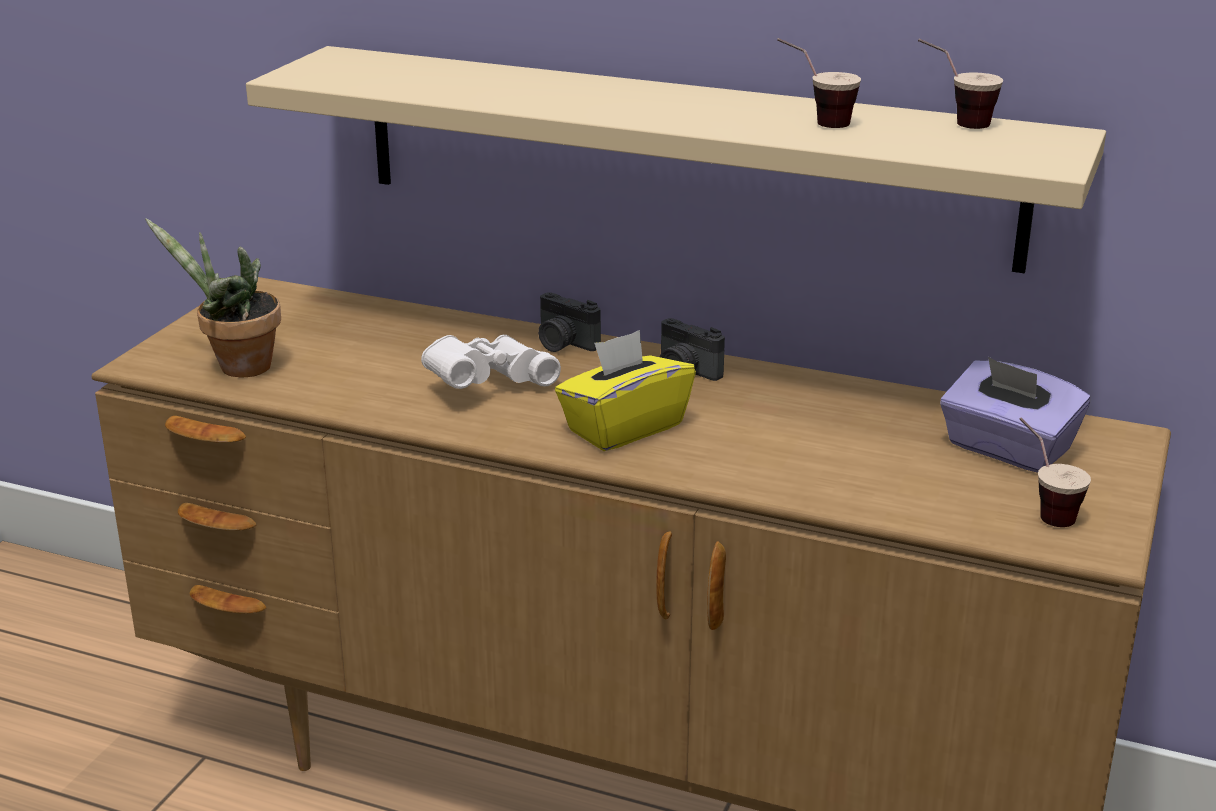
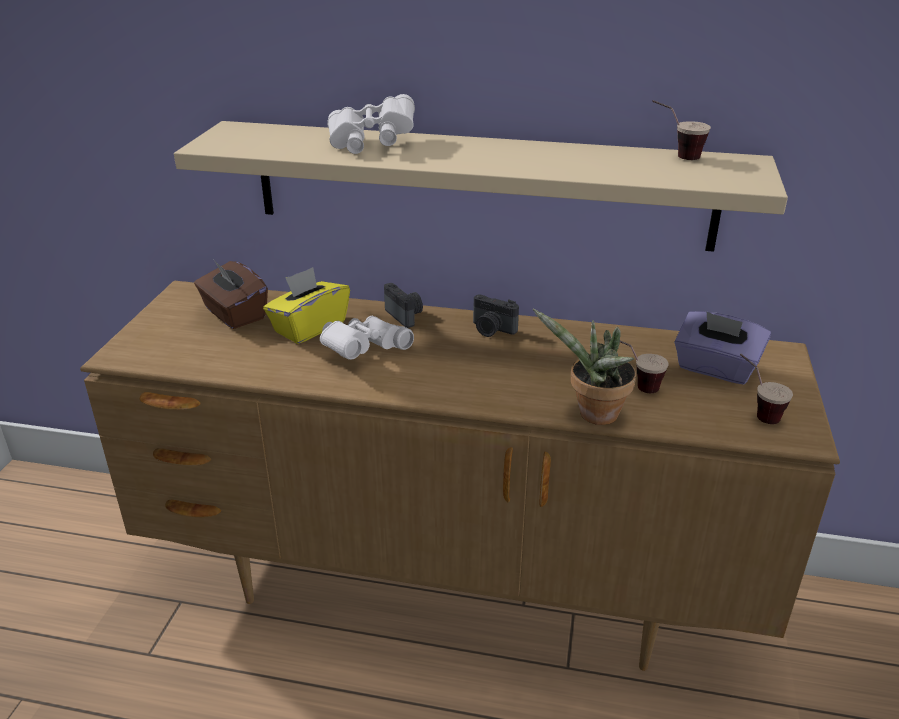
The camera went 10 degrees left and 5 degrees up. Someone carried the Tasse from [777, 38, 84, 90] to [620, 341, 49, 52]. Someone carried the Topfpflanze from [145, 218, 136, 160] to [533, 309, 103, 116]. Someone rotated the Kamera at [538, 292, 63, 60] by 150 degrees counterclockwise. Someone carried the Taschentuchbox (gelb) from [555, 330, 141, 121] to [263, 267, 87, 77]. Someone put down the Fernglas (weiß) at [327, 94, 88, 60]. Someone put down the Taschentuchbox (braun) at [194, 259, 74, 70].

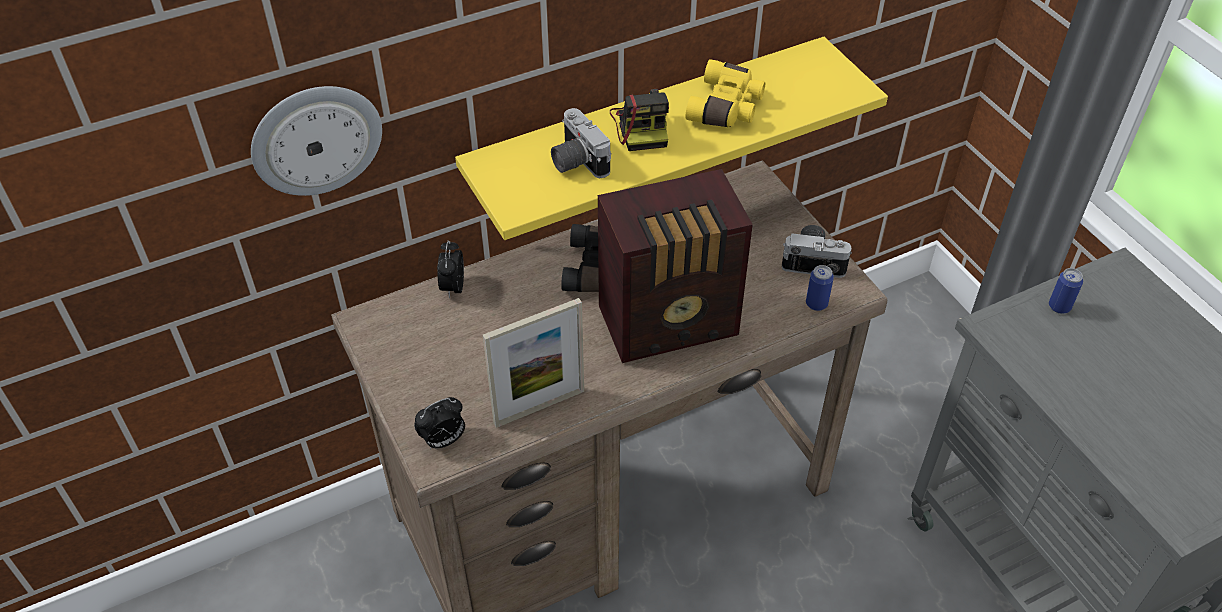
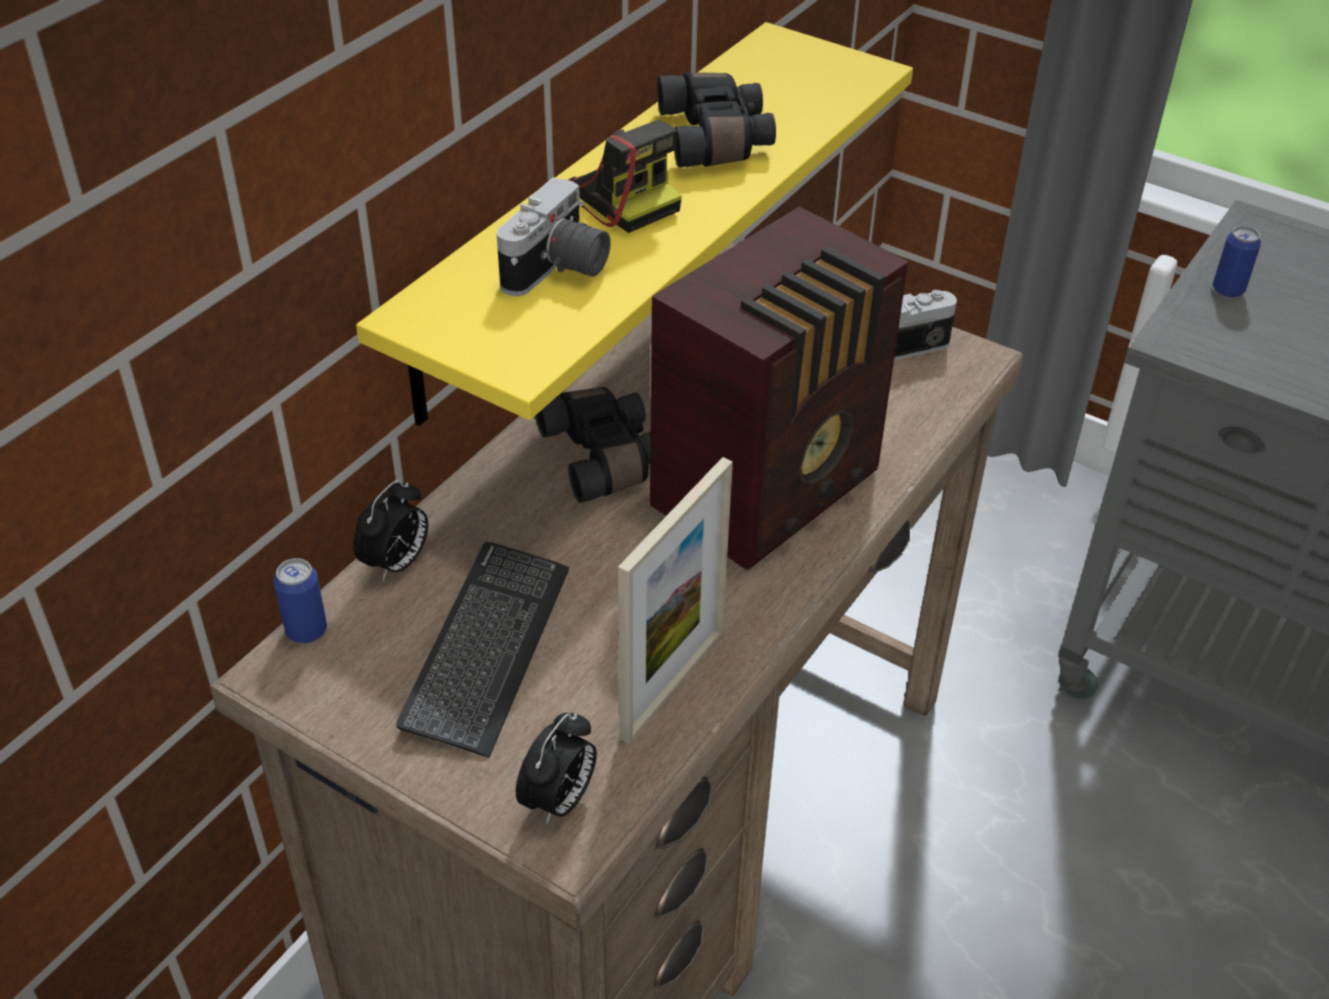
The camera went 30 degrees left and 5 degrees down. Someone repainted the Fernglas (gelb) at [685, 59, 80, 68], which became the Fernglas (schwarz) at [657, 72, 119, 95]. Someone took away the Wanduhr at [251, 86, 131, 110]. Someone rotated the Kamera at [551, 108, 60, 70] by 90 degrees counterclockwise. Someone rotated the Wecker at [437, 241, 27, 58] by 120 degrees counterclockwise. Someone carried the Dose from [806, 265, 28, 46] to [274, 558, 53, 86]. Someone put down the Tastatur at [396, 542, 173, 216].

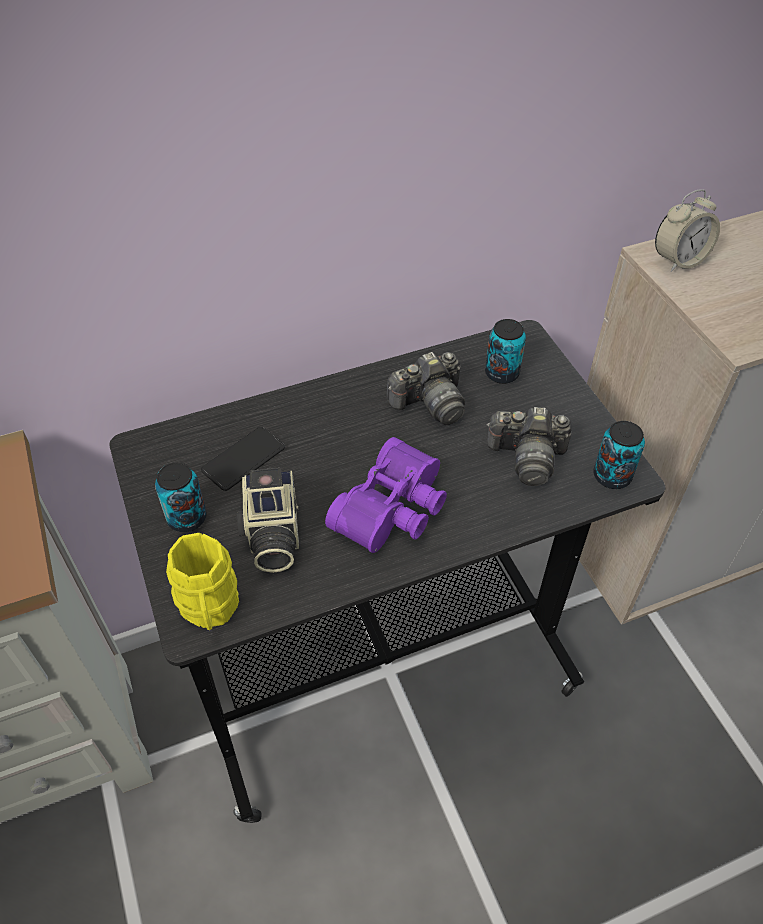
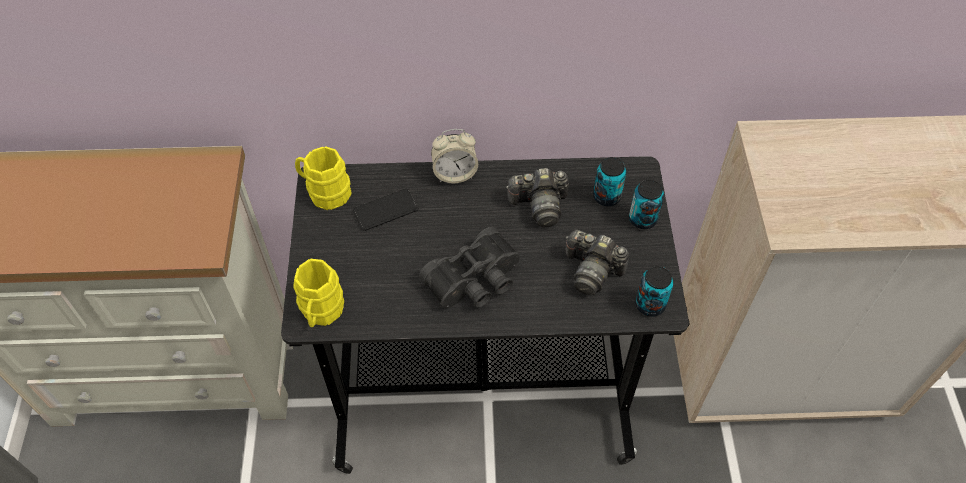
The camera went 20 degrees right and 5 degrees up. Someone carried the Wecker from [655, 189, 65, 83] to [431, 129, 47, 54]. Someone repainted the Fernglas (lila) at [325, 437, 122, 116], which became the Fernglas (schwarz) at [419, 227, 101, 81]. Someone carried the Dose from [155, 462, 52, 70] to [629, 180, 35, 49]. Someone took away the Kamera at [237, 468, 62, 105]. Someone put down the Henkelbecher (gelb) at [295, 147, 57, 63].

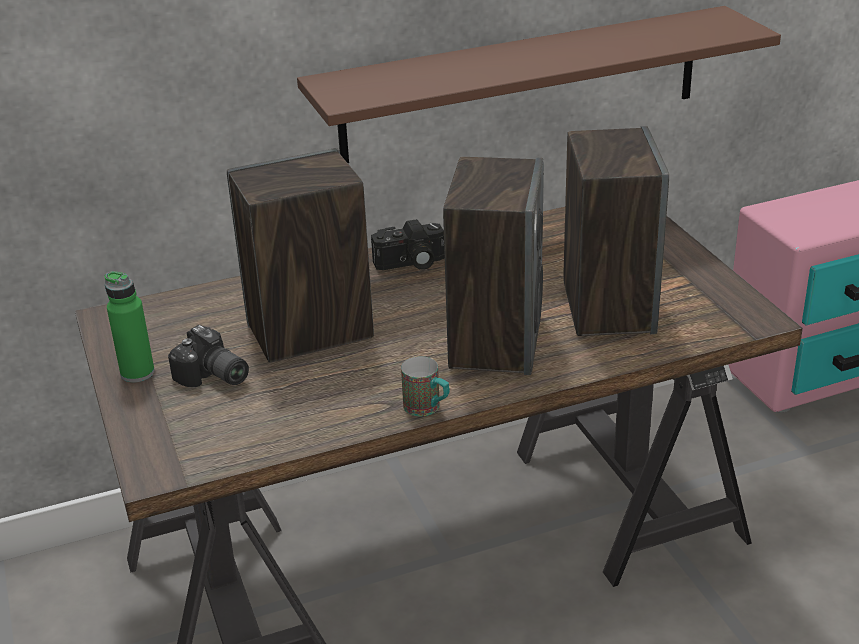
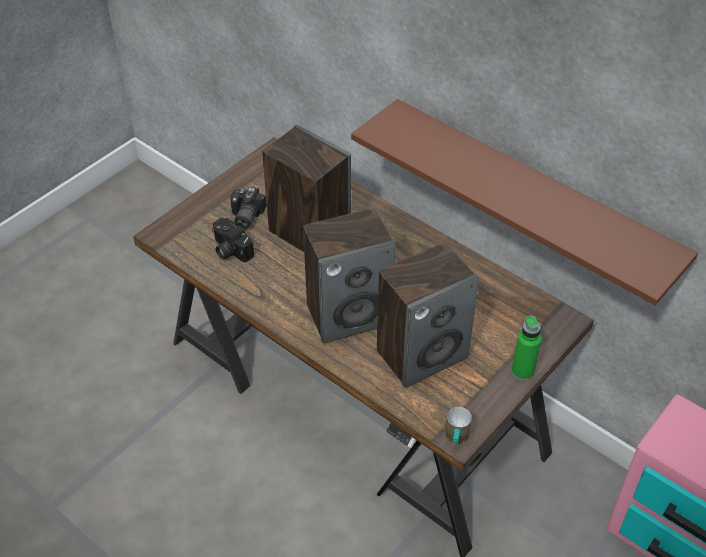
The camera went 60 degrees right and 15 degrees up. Someone carried the Kamera from [371, 219, 74, 51] to [212, 218, 42, 44]. Someone carried the Flasche (grün) from [104, 271, 51, 111] to [512, 316, 29, 64]. Someone carried the Henkelbecher from [401, 356, 49, 60] to [445, 407, 27, 38].

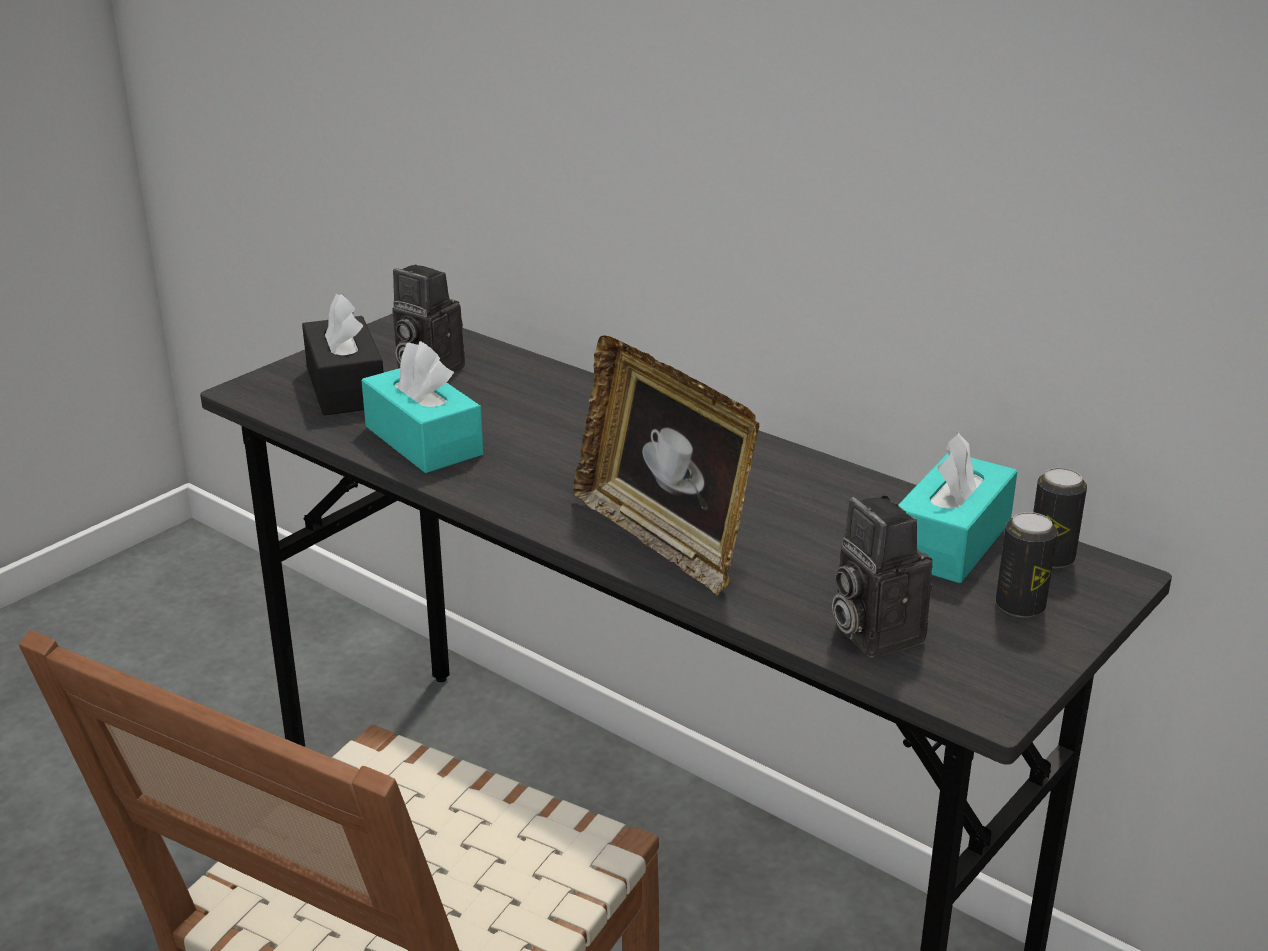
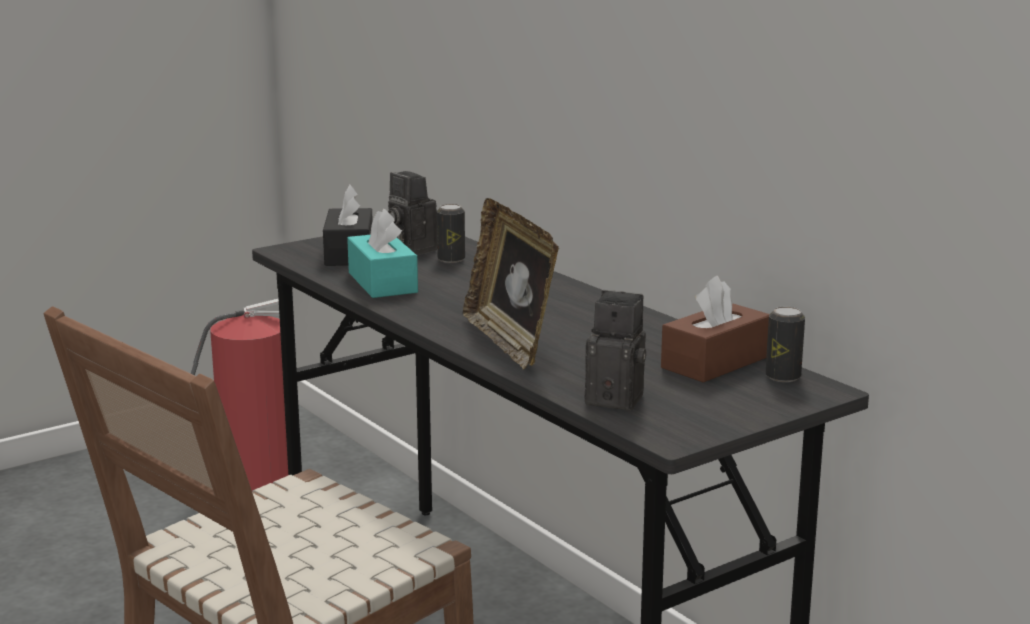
The camera went 15 degrees right and 10 degrees down. Someone repainted the Taschentuchbox (türkis) at [898, 432, 120, 151], which became the Taschentuchbox (braun) at [661, 276, 108, 106]. Someone rotated the Kamera at [832, 495, 100, 163] by 120 degrees clockwise. Someone carried the Dose from [996, 512, 61, 106] to [437, 204, 28, 59]. Someone put down the Feuerlöscher at [191, 299, 97, 192].

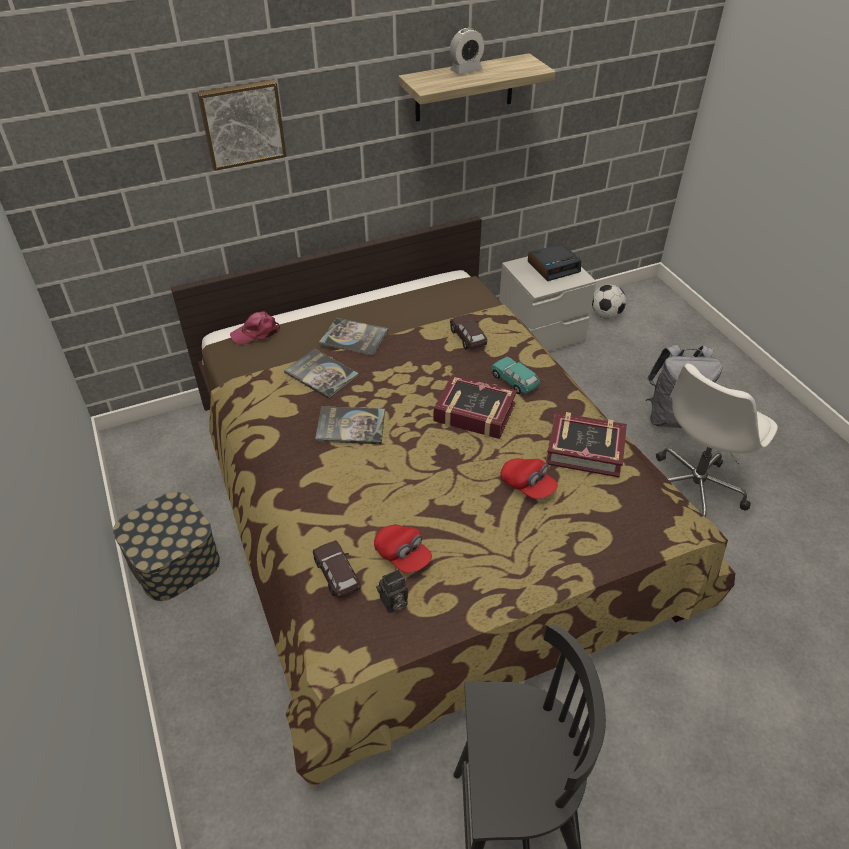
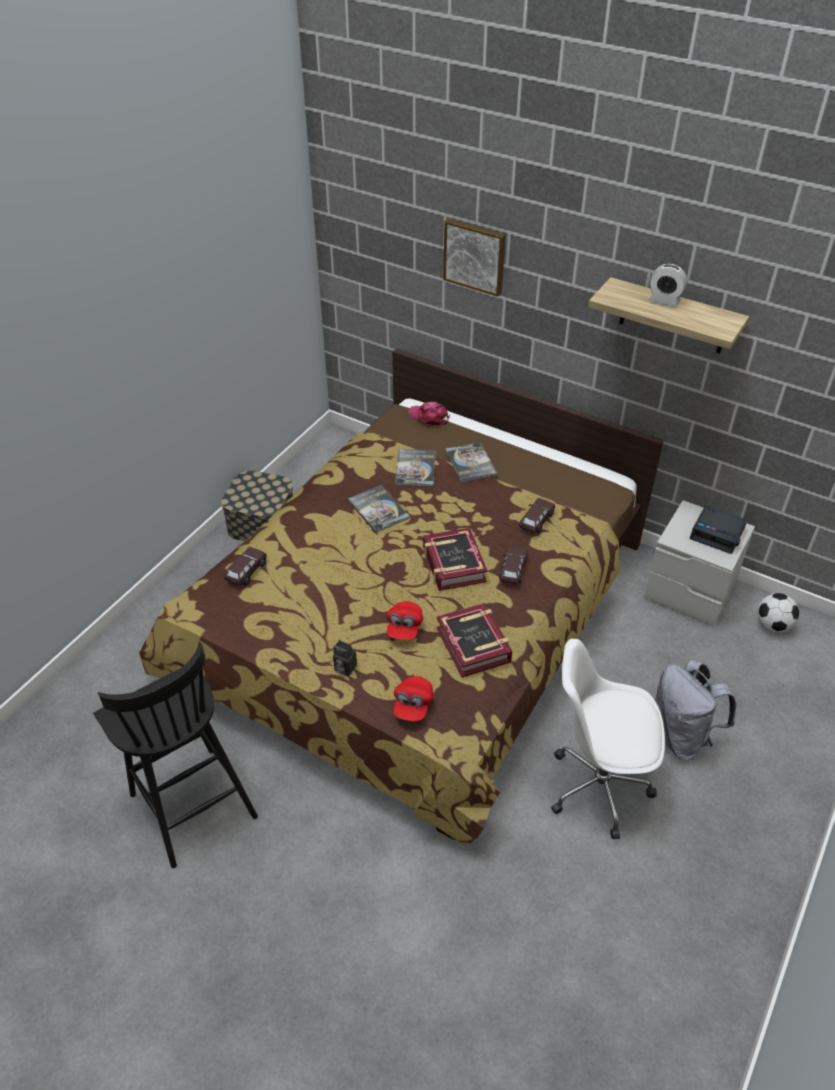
The camera went 55 degrees right and 0 degrees up. Someone repainted the Spielzeugauto (türkis) at [491, 357, 49, 37], which became the Spielzeugauto (braun) at [499, 546, 28, 39]. Someone carried the Kappe (rot) from [374, 525, 58, 48] to [393, 676, 41, 45]. Someone carried the Kamera from [376, 569, 32, 44] to [333, 640, 24, 37].

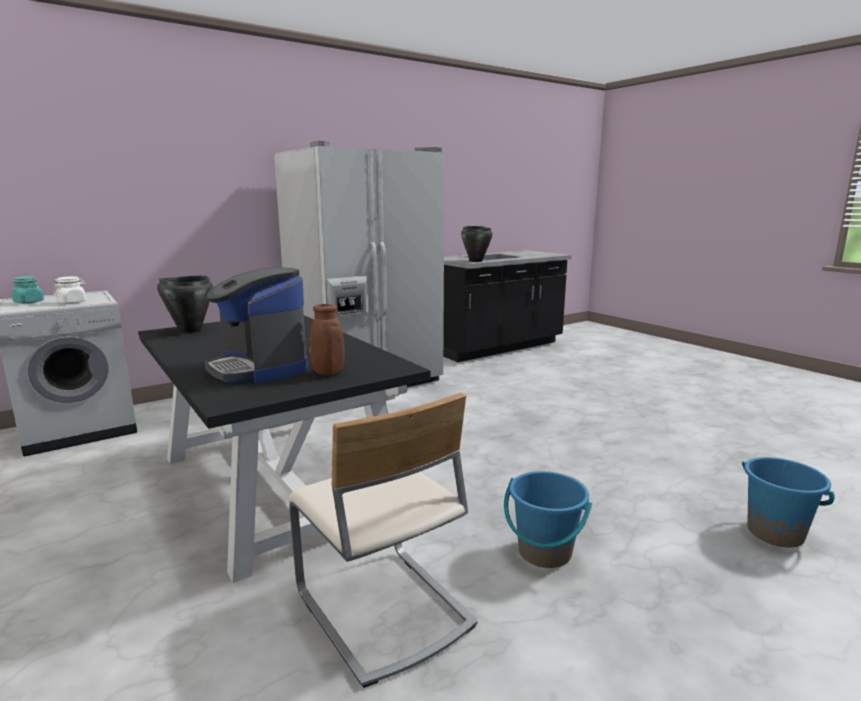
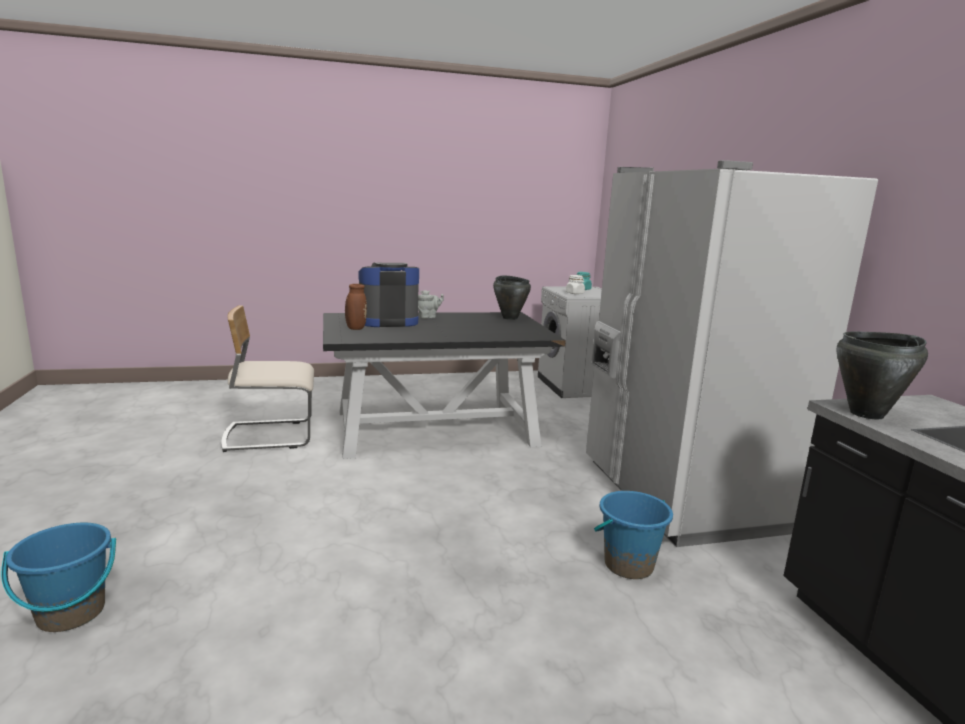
The camera went 110 degrees right and 0 degrees up. Someone carried the Eimer (blau) from [504, 471, 88, 97] to [594, 491, 79, 88]. Someone put down the Teekanne (grau) at [418, 290, 26, 29].

